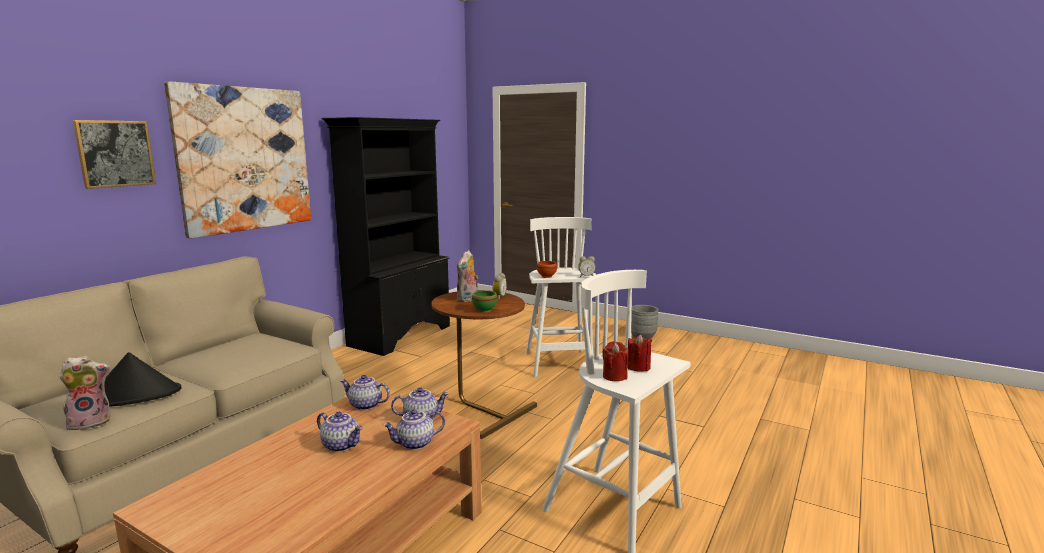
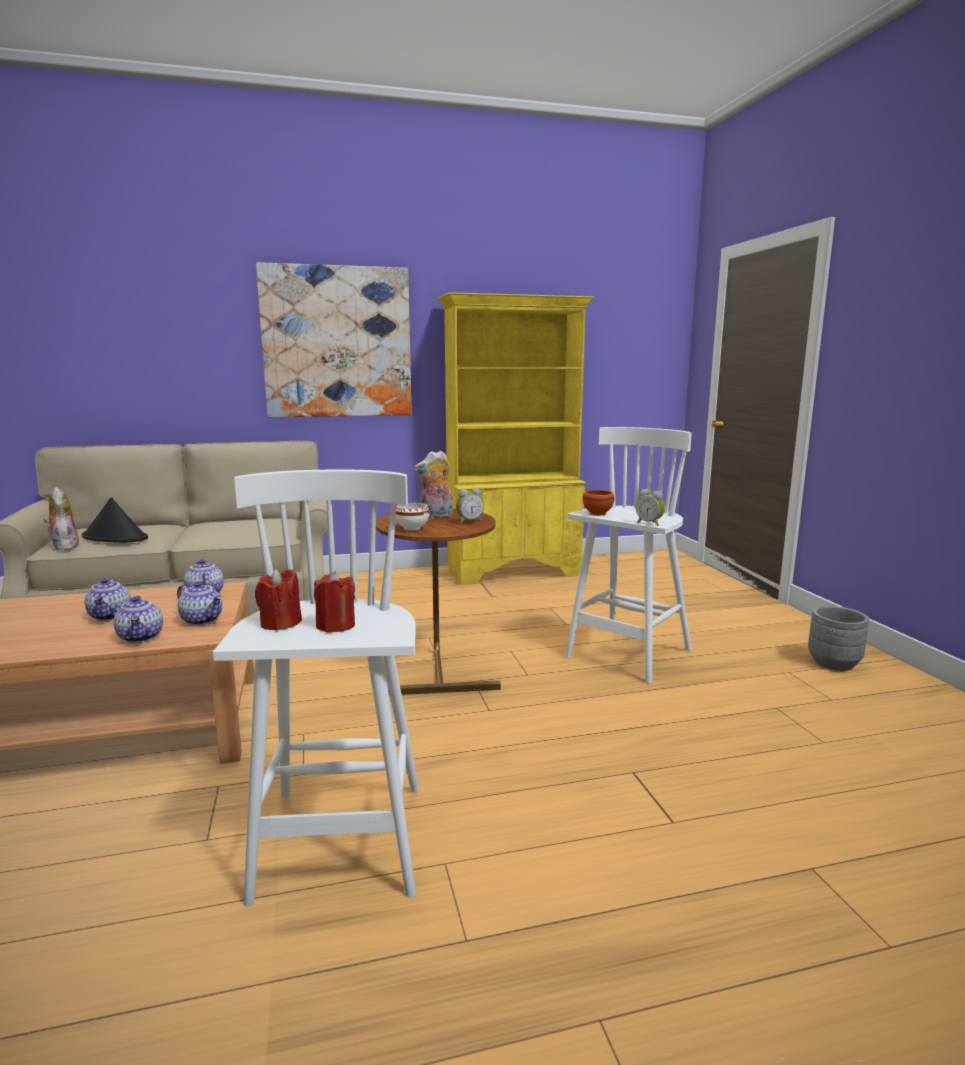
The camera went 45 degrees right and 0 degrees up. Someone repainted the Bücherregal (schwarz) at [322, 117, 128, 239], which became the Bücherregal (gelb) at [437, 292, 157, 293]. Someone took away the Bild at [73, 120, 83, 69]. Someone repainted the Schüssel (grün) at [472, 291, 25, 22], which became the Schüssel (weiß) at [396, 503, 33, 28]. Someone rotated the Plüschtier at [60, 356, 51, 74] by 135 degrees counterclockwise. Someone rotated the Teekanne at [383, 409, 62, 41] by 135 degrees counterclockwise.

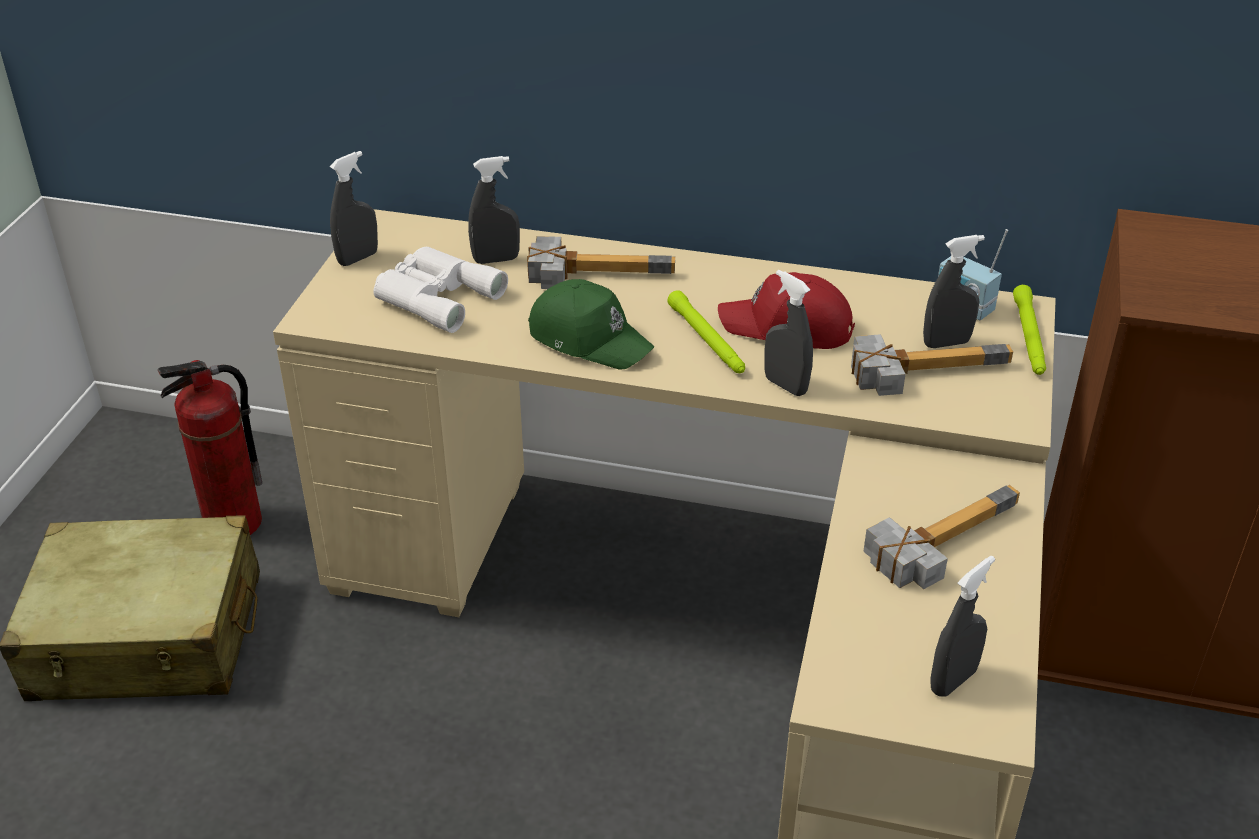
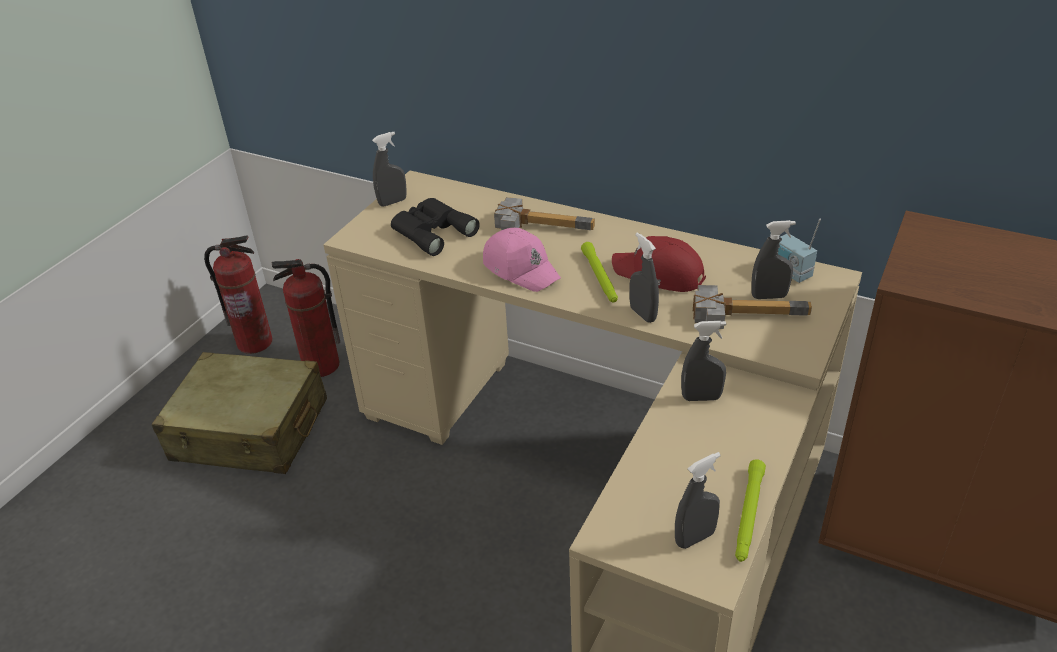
The camera went 15 degrees right and 0 degrees up. Someone carried the Sprühflasche (grau) from [468, 156, 52, 108] to [681, 321, 45, 80]. Someone repainted the Fernglas (weiß) at [373, 247, 135, 86], which became the Fernglas (schwarz) at [391, 198, 89, 58]. Someone repainted the Kappe (grün) at [528, 279, 126, 90], which became the Kappe (rosa) at [483, 228, 78, 64]. Someone carried the Taschenlampe (grün) from [1013, 285, 33, 90] to [735, 459, 31, 103]. Someone took away the Hammer at [863, 485, 157, 104]. Someone put down the Feuerlöscher at [204, 236, 69, 118].

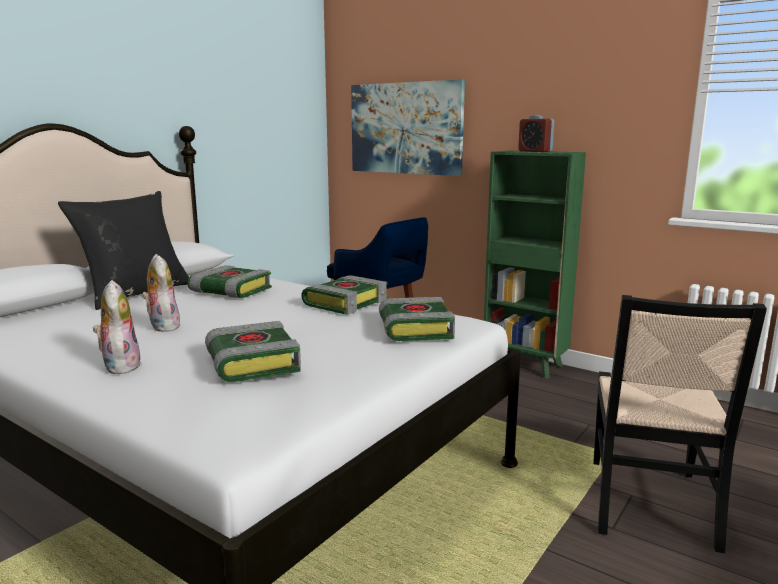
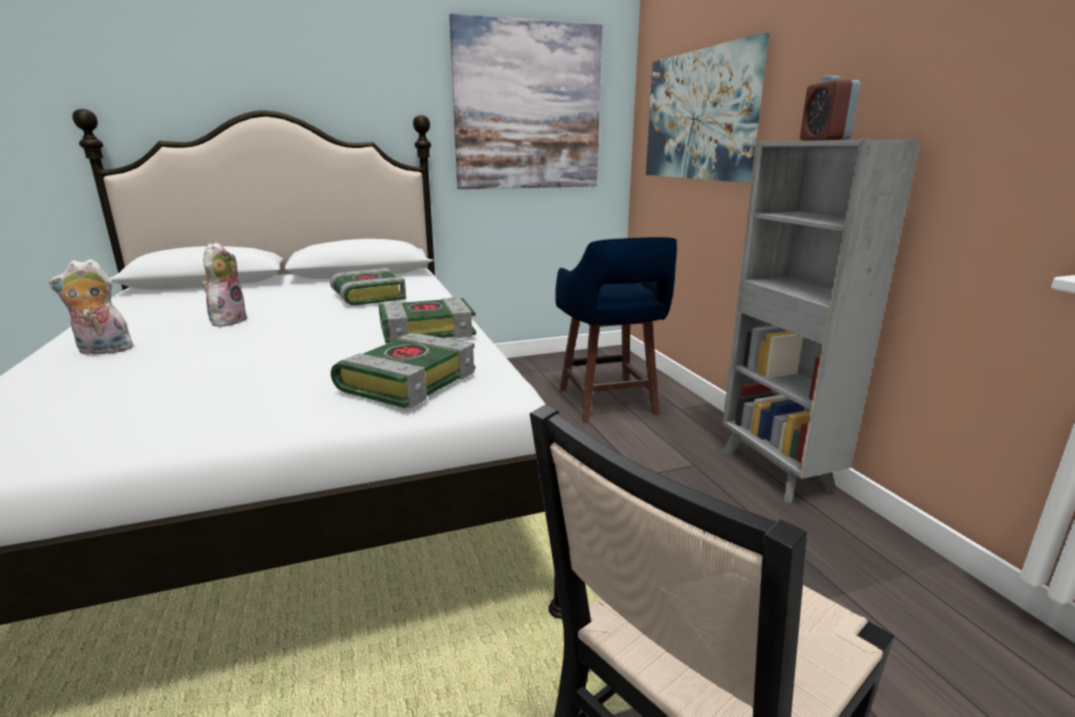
The camera went 35 degrees right and 5 degrees up. Someone repainted the Bücherregal (grün) at [484, 151, 102, 227], which became the Bücherregal (grau) at [722, 140, 199, 363]. Someone took away the Kissen (schwarz) at [58, 191, 131, 119]. Someone rotated the Plüschtier at [93, 280, 48, 94] by 120 degrees counterclockwise. Someone took away the Buch at [205, 321, 96, 61]. Someone put up the Bild at [449, 13, 153, 176].

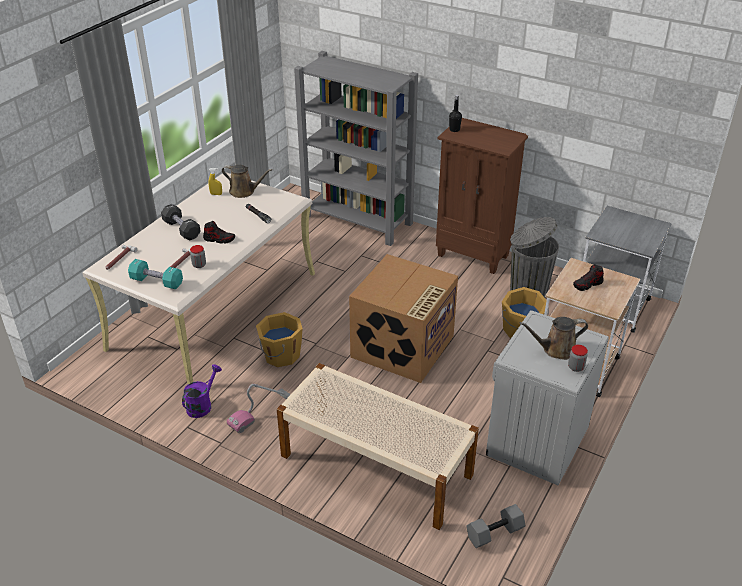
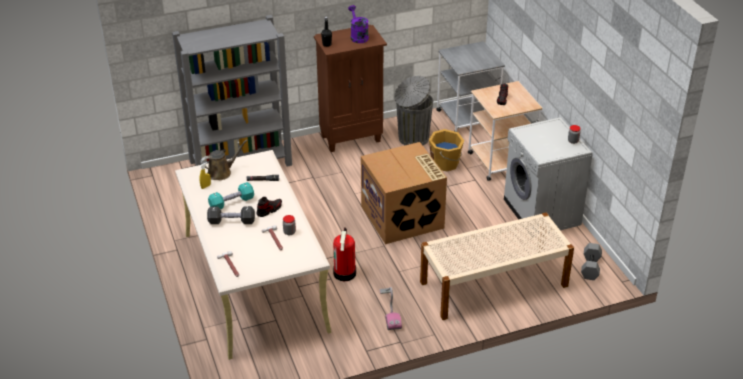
The camera went 50 degrees left and 0 degrees up. Someone carried the Hantel (türkis) from [128, 259, 55, 30] to [208, 182, 46, 27]. Someone swapped the Eimer (orange) at [256, 312, 47, 55] for the Feuerlöscher at [333, 227, 23, 54]. Someone took away the Gießkanne (braun) at [519, 317, 69, 43]. Someone carried the Gießkanne (lila) from [182, 364, 40, 54] to [348, 5, 21, 38].

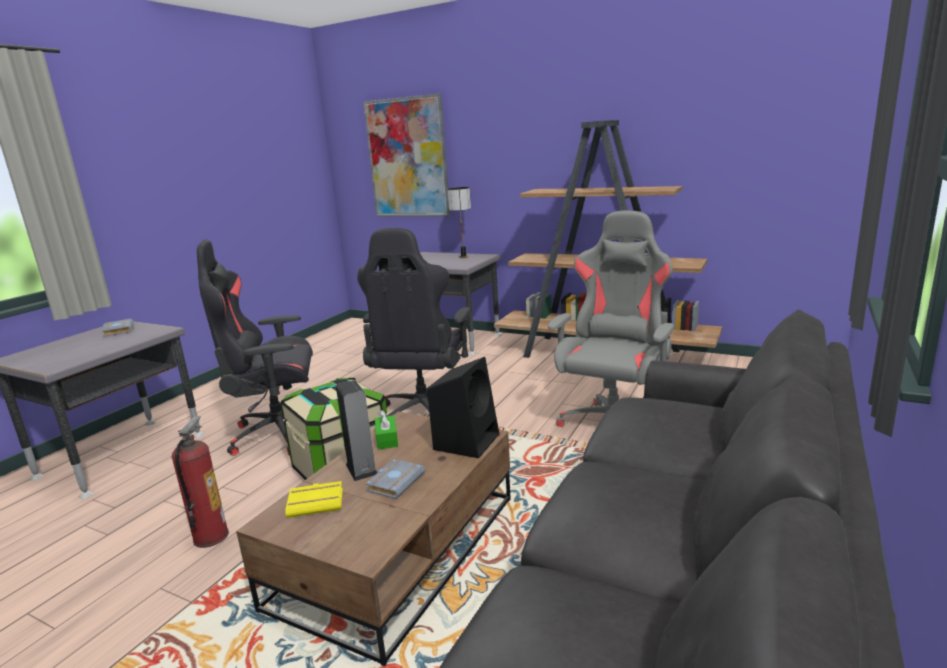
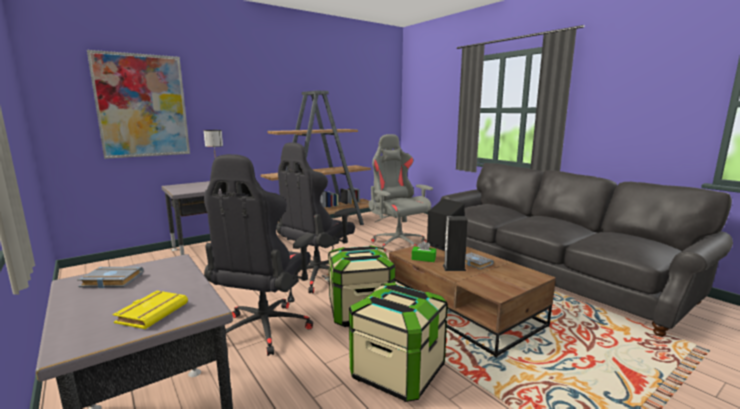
The camera went 65 degrees left and 5 degrees down. Someone rotated the Bürostuhl (schwarz) at [357, 228, 113, 188] by 90 degrees clockwise. Someone swapped the Feuerlöscher at [171, 416, 58, 132] for the Aufbewahrungsbox at [349, 283, 99, 119]. Someone carried the Buch (gelb) from [285, 481, 58, 37] to [112, 291, 76, 38].

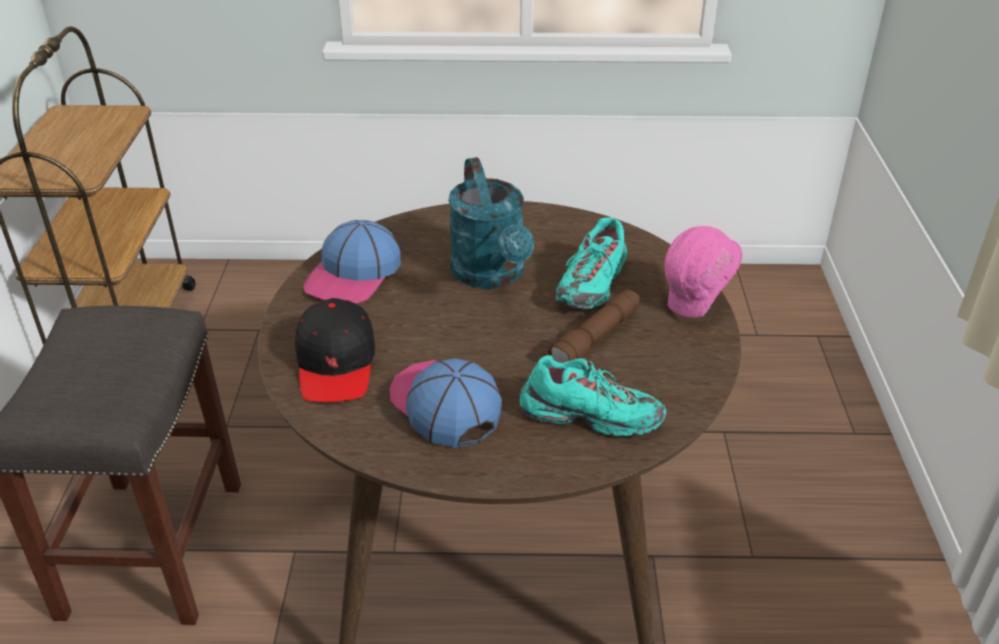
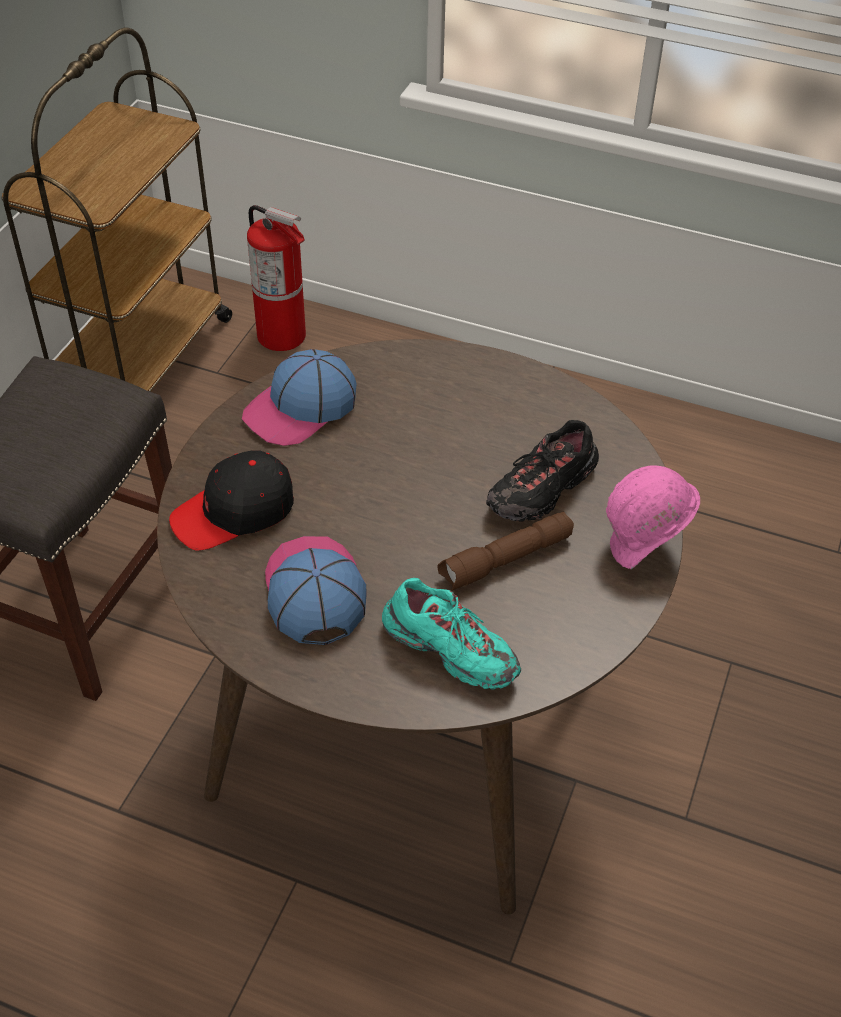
The camera went 20 degrees right and 10 degrees up. Someone took away the Gießkanne (türkis) at [448, 157, 86, 132]. Someone repainted the Schuh (türkis) at [555, 217, 72, 92], which became the Schuh (schwarz) at [486, 420, 113, 101]. Someone rotated the Kappe (schwarz) at [295, 298, 80, 104] by 45 degrees clockwise. Someone put down the Feuerlöscher at [247, 205, 59, 146].

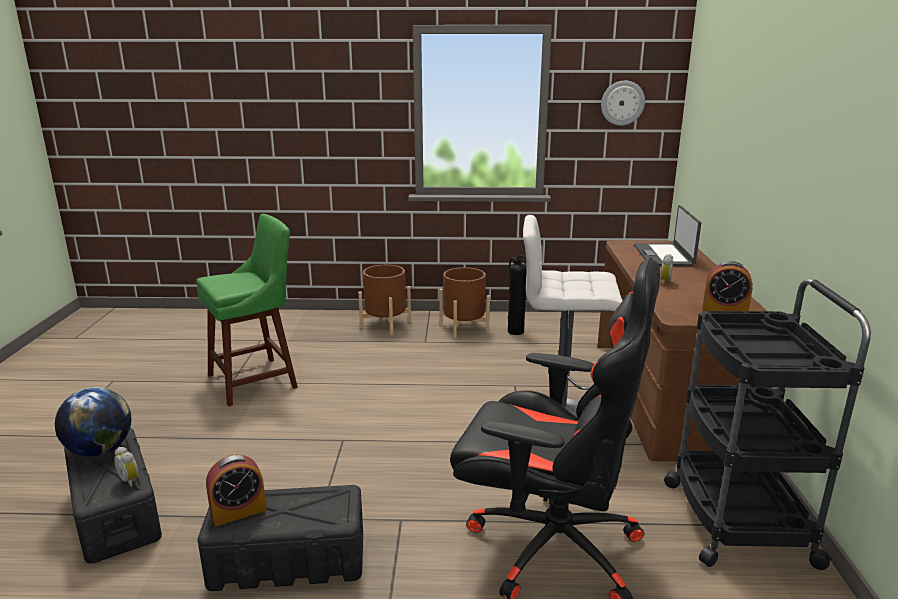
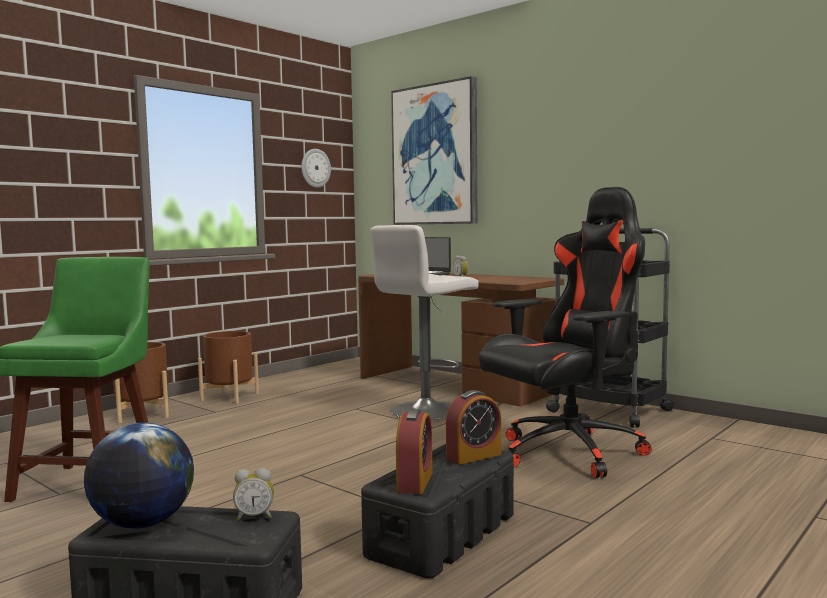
The camera went 50 degrees left and 15 degrees down. Someone took away the Feuerlöscher at [507, 255, 20, 80]. Someone carried the Wecker from [703, 261, 50, 51] to [446, 390, 55, 75]. Someone put up the Bild at [391, 76, 86, 149].

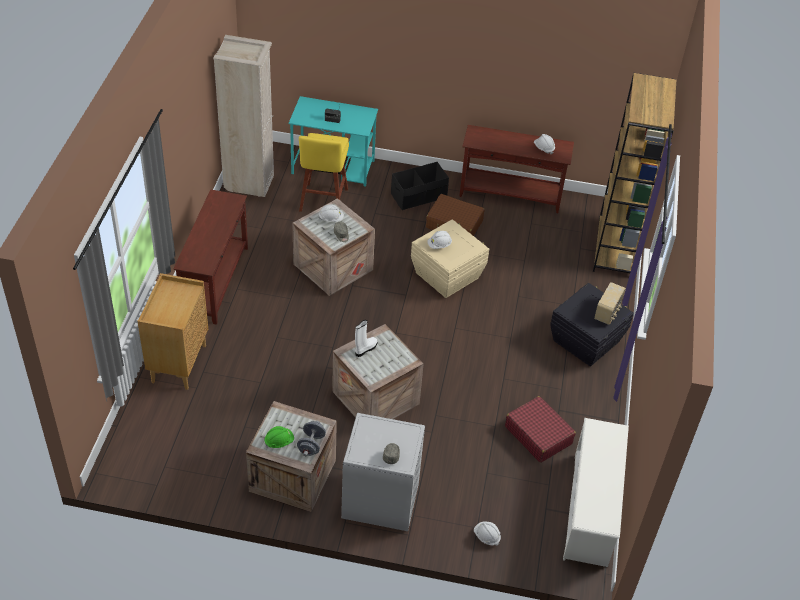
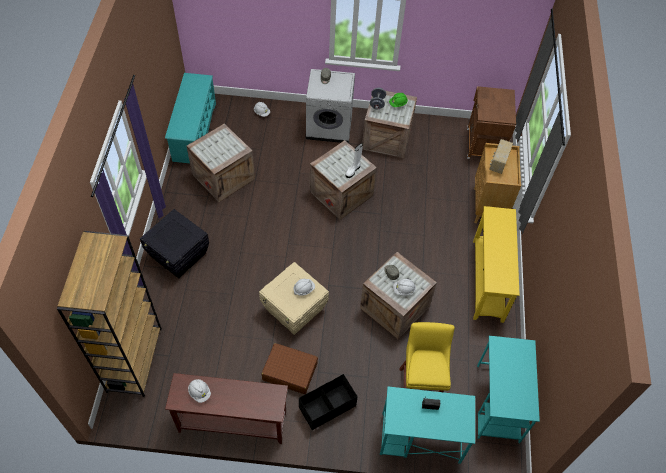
The camera went 175 degrees right and 10 degrees up. Someone swapped the Schrank (beige) at [213, 35, 61, 162] for the Schreibtisch (türkis) at [477, 336, 63, 107]. Someone repainted the Konsolentisch (braun) at [173, 189, 75, 136], which became the Konsolentisch (gelb) at [473, 206, 47, 117]. Someone carried the Radio from [594, 282, 32, 43] to [489, 139, 24, 35]. Someone swapped the Koffer (rot) at [505, 396, 71, 67] for the Kiste at [187, 124, 68, 78]. Someone repainted the Schuhregal (weiß) at [563, 418, 66, 149], which became the Schuhregal (türkis) at [165, 73, 51, 90]. Someone put down the Rollwagen (braun) at [467, 86, 49, 73].

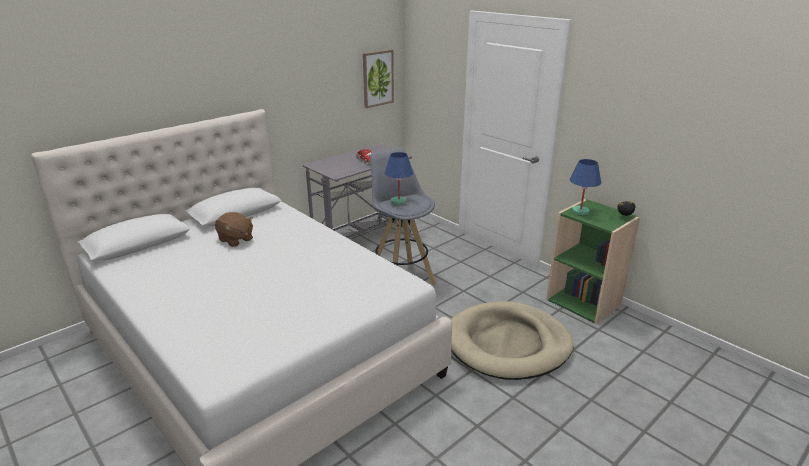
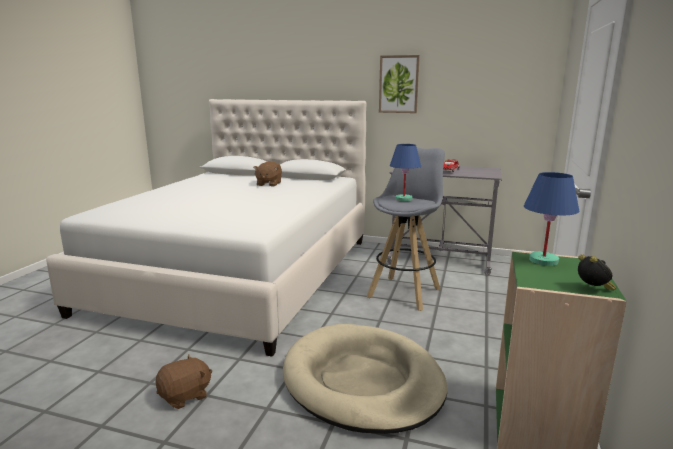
The camera went 60 degrees right and 10 degrees down. Someone carried the Bild from [363, 50, 31, 58] to [379, 55, 41, 58]. Someone put down the Plüschtier (braun) at [155, 355, 57, 54].

